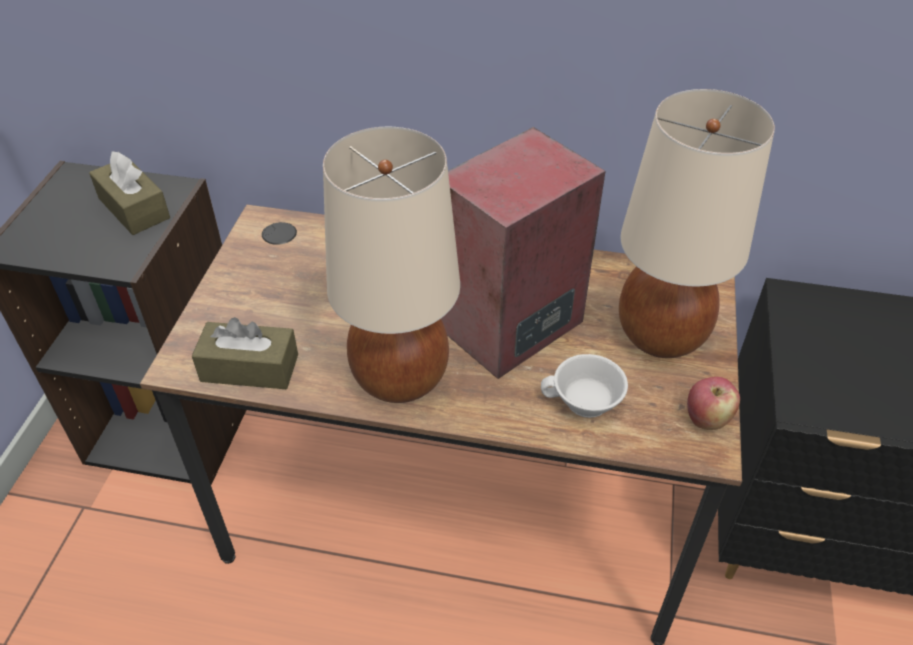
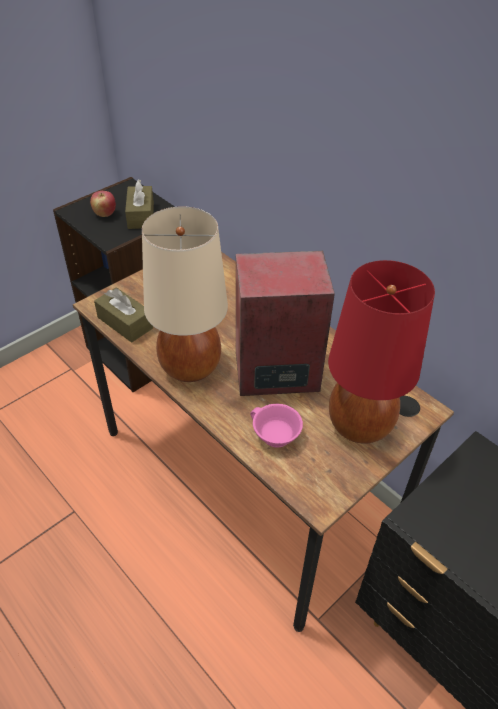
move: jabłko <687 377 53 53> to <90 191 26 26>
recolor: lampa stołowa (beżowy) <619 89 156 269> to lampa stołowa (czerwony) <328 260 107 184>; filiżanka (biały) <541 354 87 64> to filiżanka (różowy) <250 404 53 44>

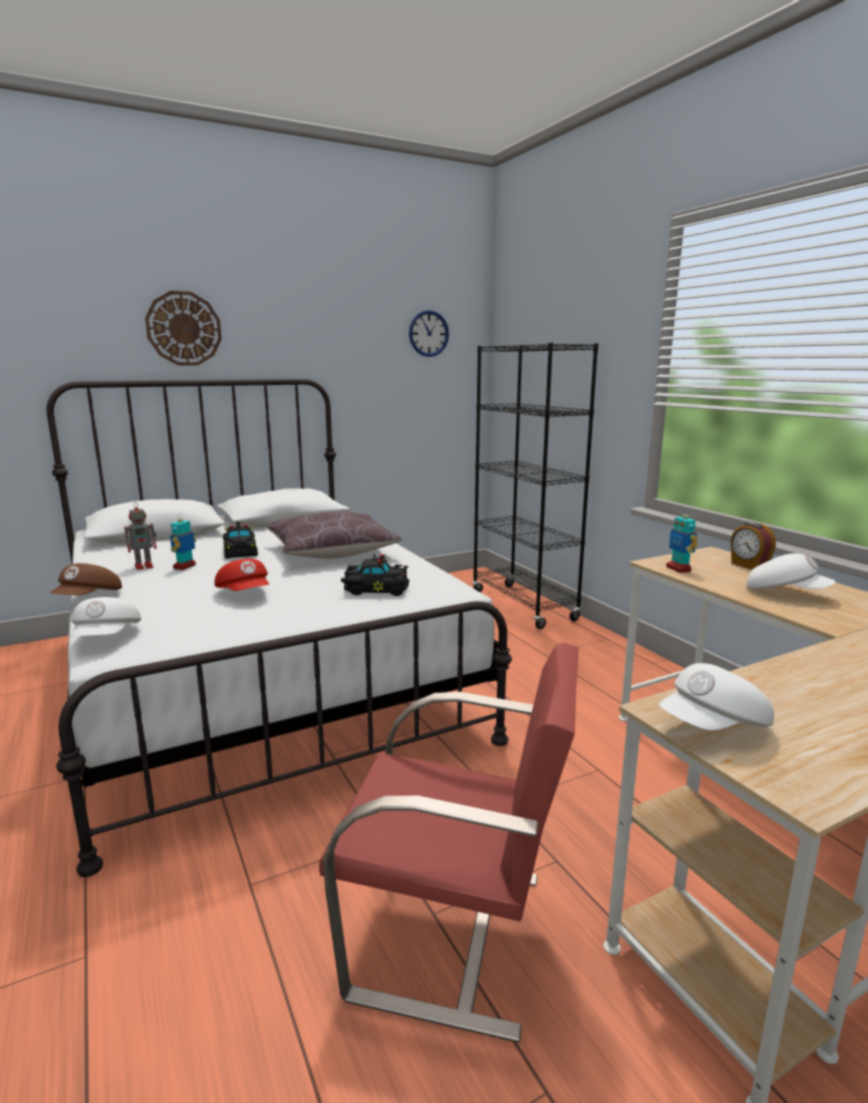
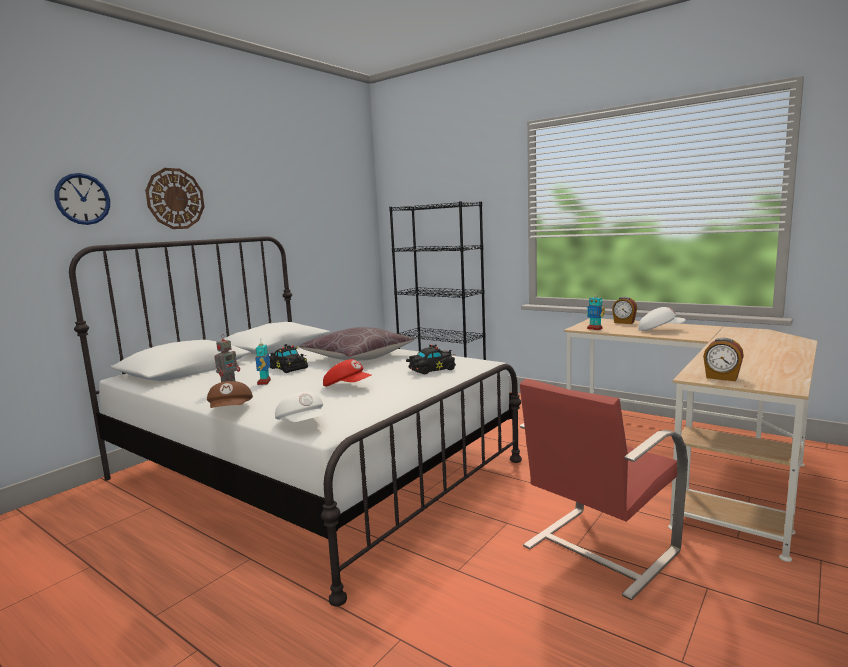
move: zegar ścienny <409 310 40 47> to <54 173 56 52>
replace: czapka z daszkiem (biały) <659 663 115 68> to budzik <703 338 41 44>
rotate: krzesło (czerwony) <319 643 260 400> = <520 379 168 221> 150 degrees clockwise

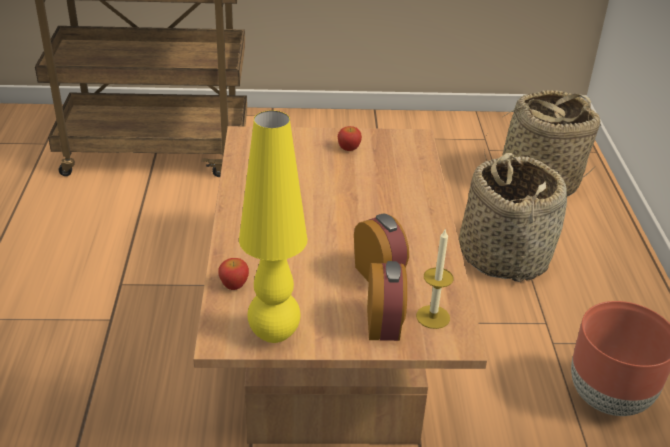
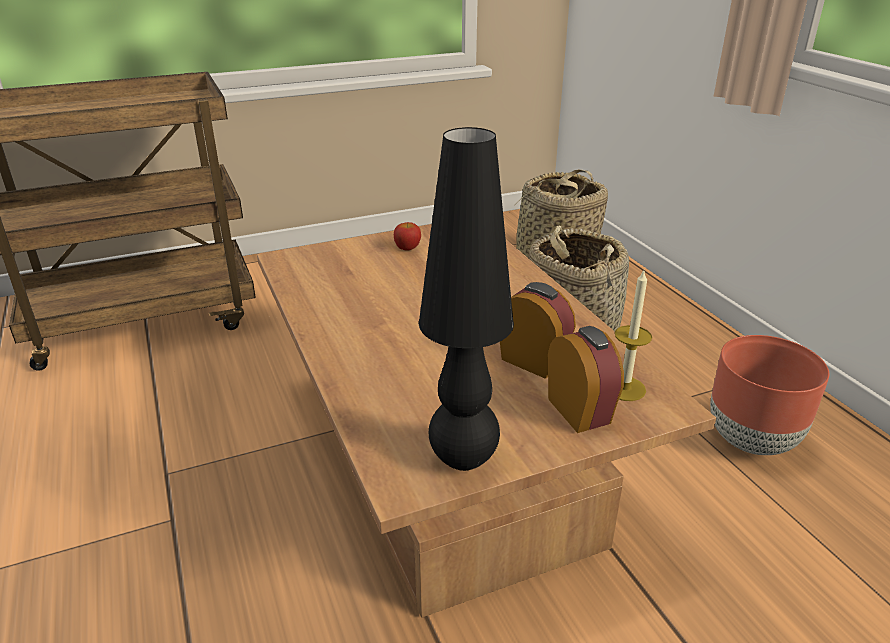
delete: jabłko <218 258 31 32>
recolor: lampa stołowa (żółty) <239 110 69 233> to lampa stołowa (czarny) <419 127 95 344>

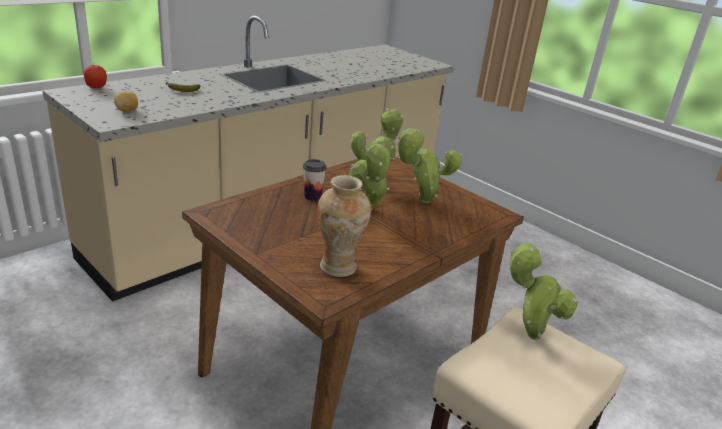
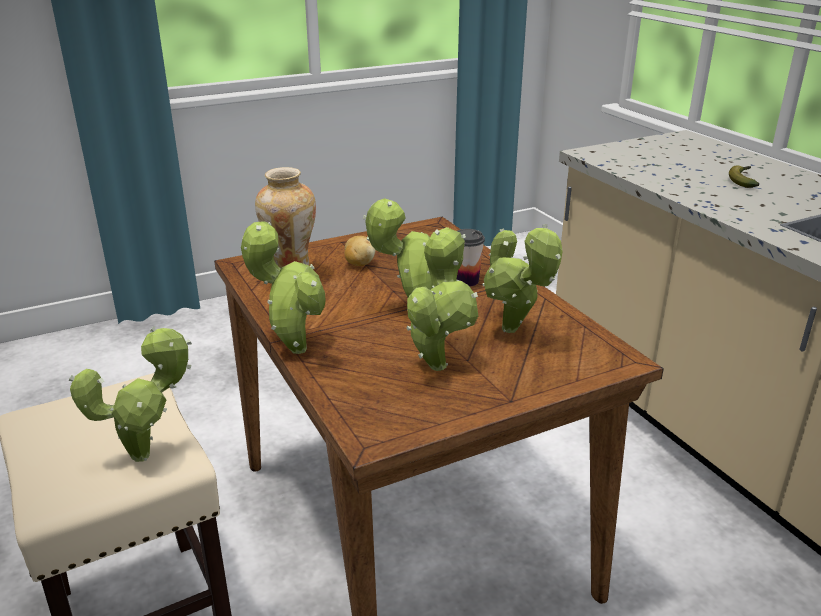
delete: jabłko <84 65 23 23>
insert: roślina doniczkowa <241 221 85 133>
move: ziemniak <114 91 24 21> to <344 236 32 30>

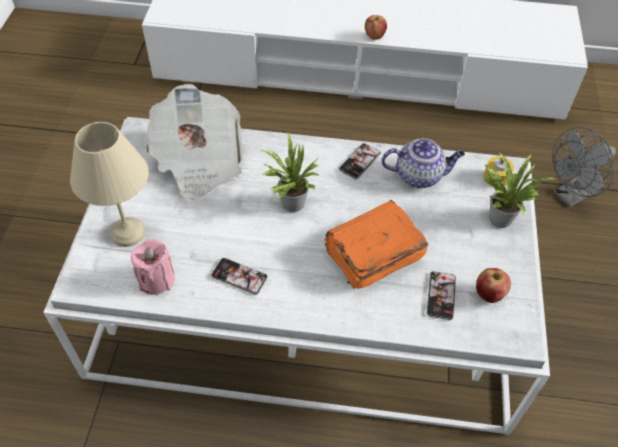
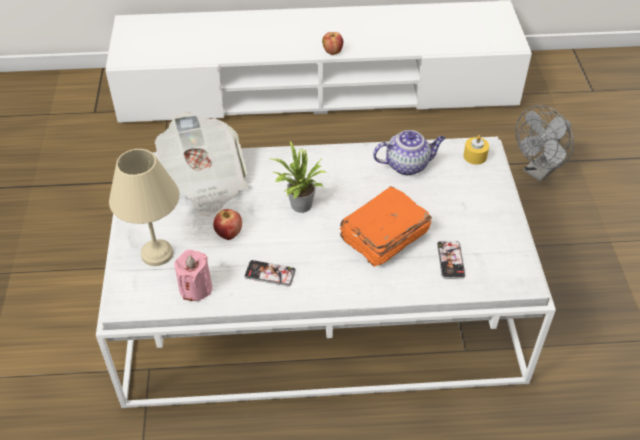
delete: telefon <339 143 42 36>; roślina doniczkowa <483 152 74 76>
move: jabłko <476 268 35 35> to <213 209 29 31>

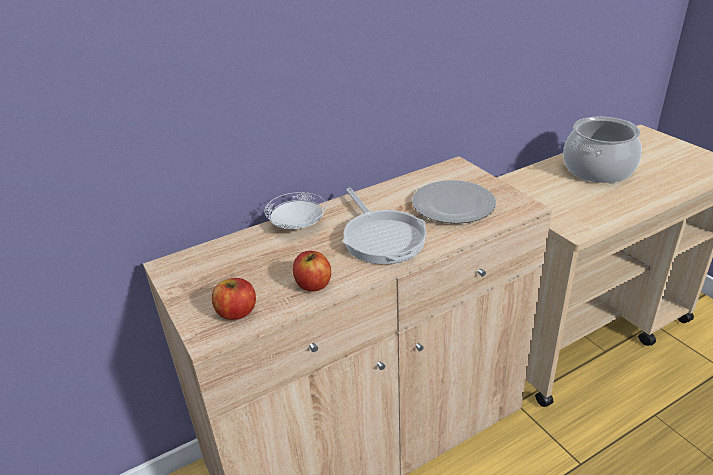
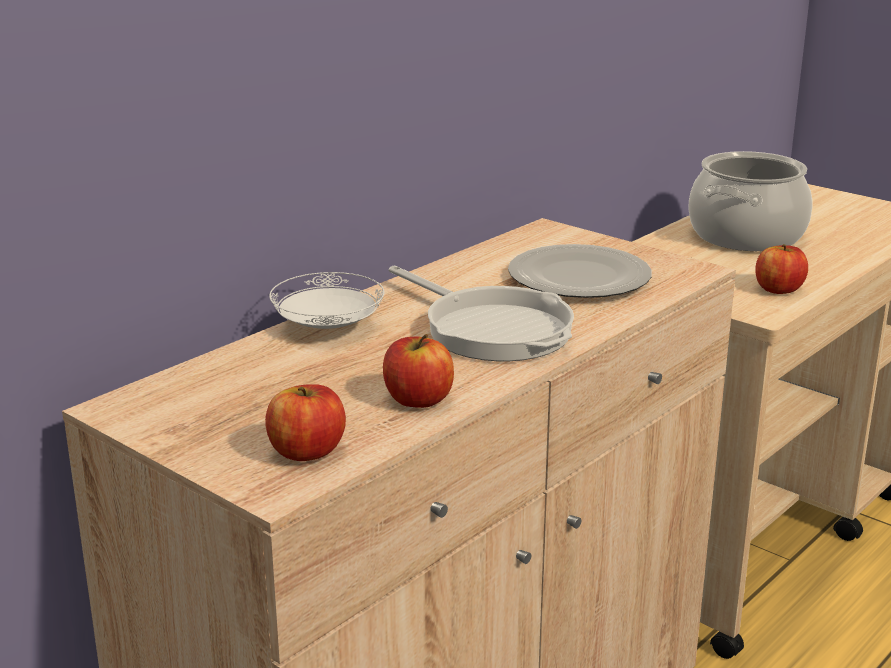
insert: jabłko <755 244 53 50>

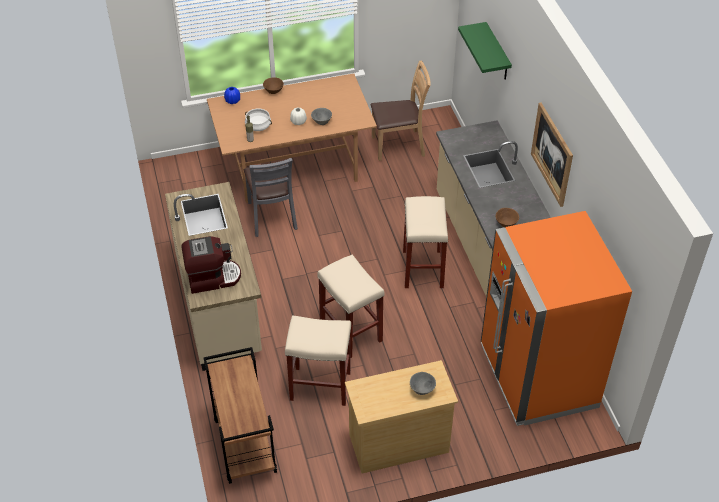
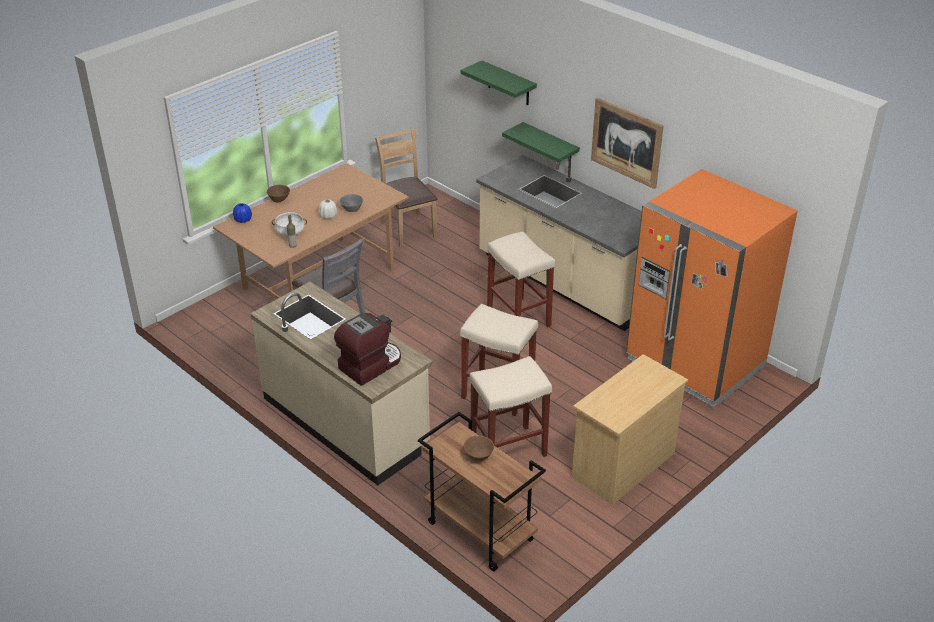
delete: miska (szary) <410 372 26 23>
insert: półka (zielony) <502 122 78 44>
move: miska (brązowy) <496 208 23 19> to <464 436 30 25>
rotate: krzesło (brązowy) <371 61 60 100> = <375 129 62 119> 75 degrees counterclockwise

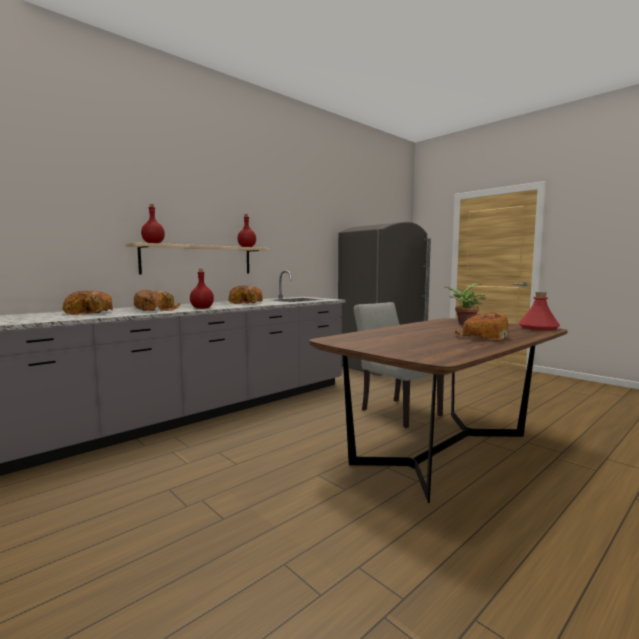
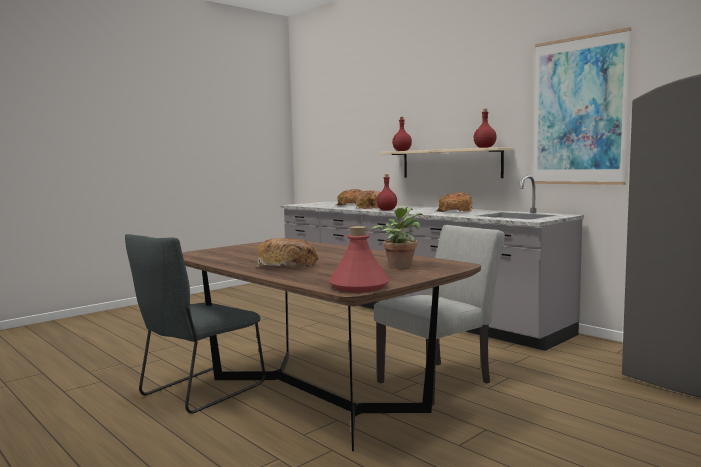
insert: obraz <533 27 98 158>; krzesło (szary) <125 234 141 180>

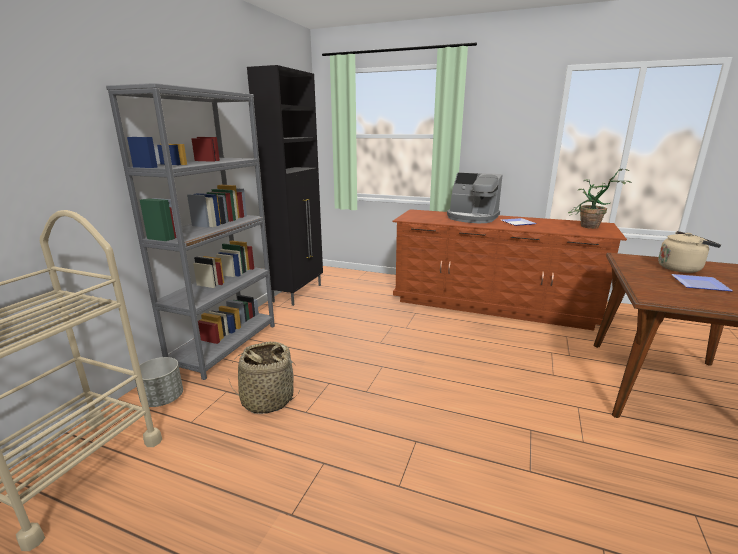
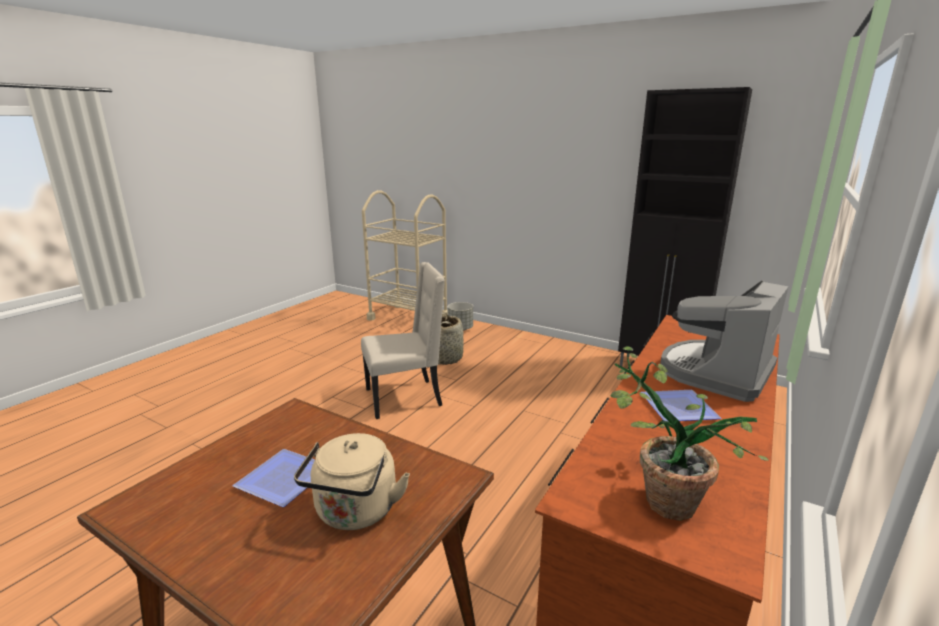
delete: regał (szary) <106 83 169 297>
insert: krzesło (beżowy) <361 262 84 157>

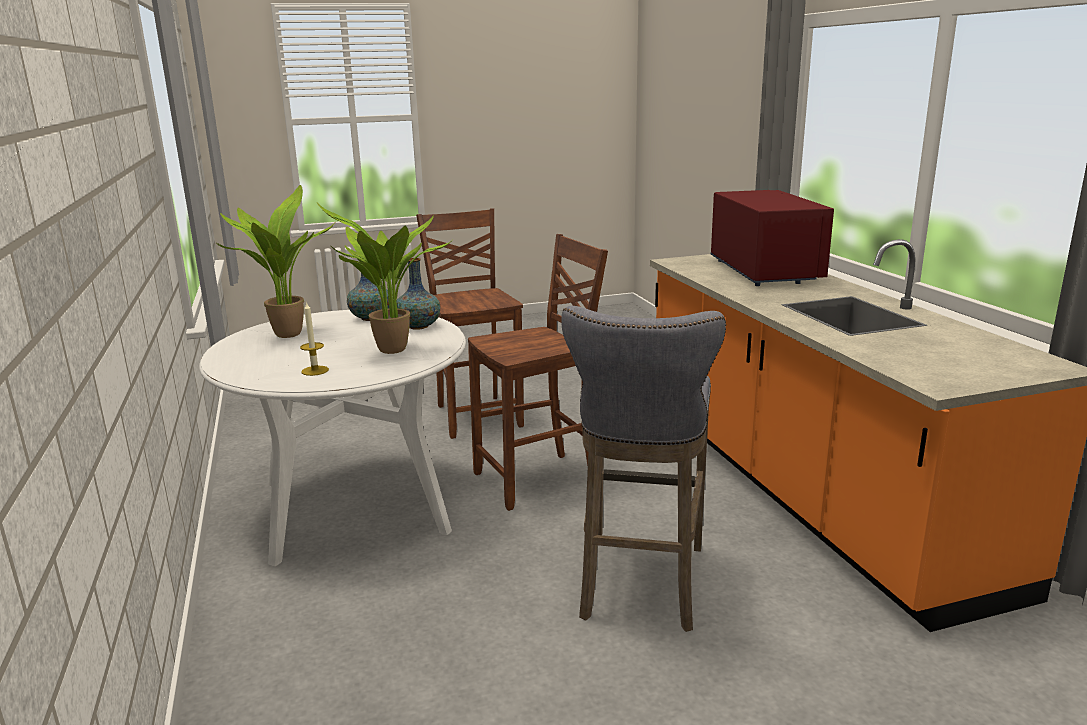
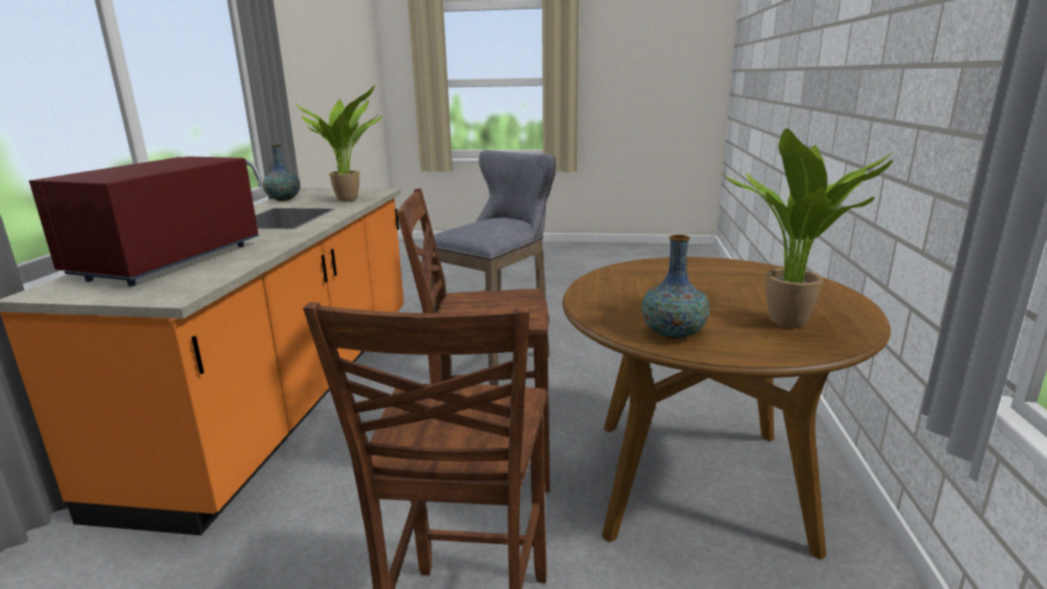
delete: świeca <300 301 29 75>
move: roślina doniczkowa <317 203 133 151> to <296 85 86 117>; wazon <396 258 45 72> to <263 145 37 56>
recolor: stół jadalny (biały) <199 310 267 256> to stół jadalny (brązowy) <562 257 329 303>

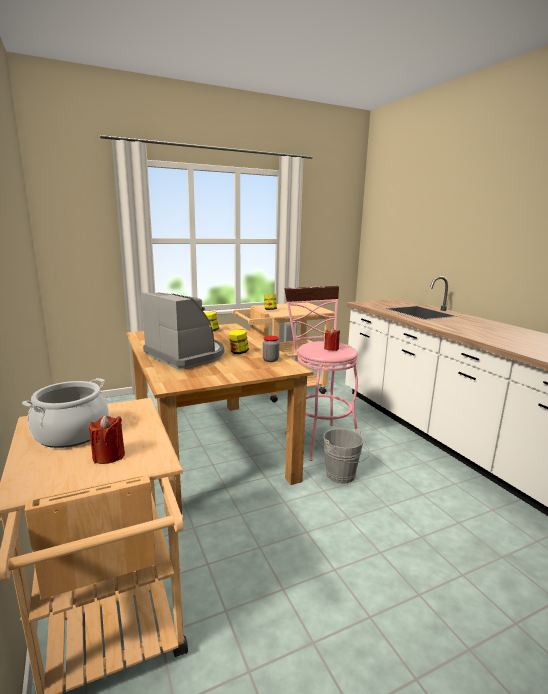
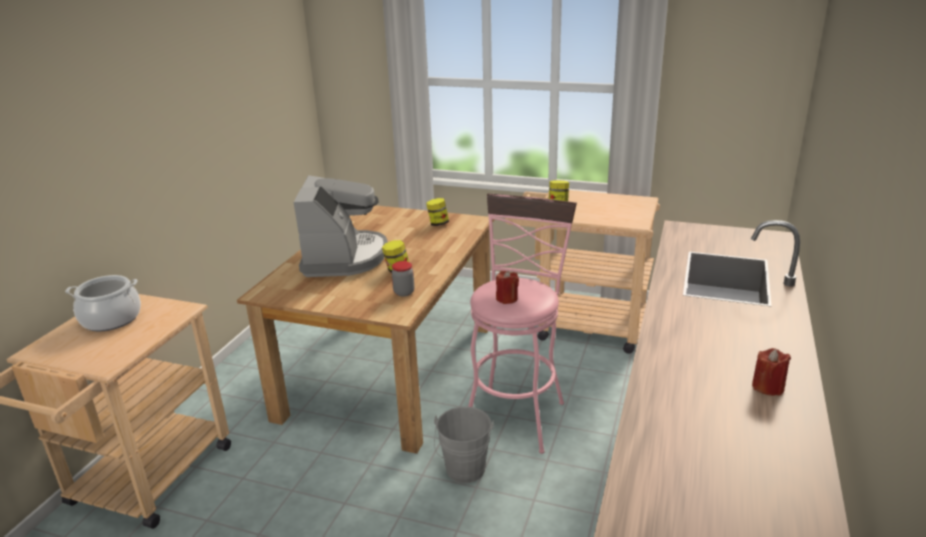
move: świeca (czerwony) <89 415 36 49> to <752 348 39 48>

